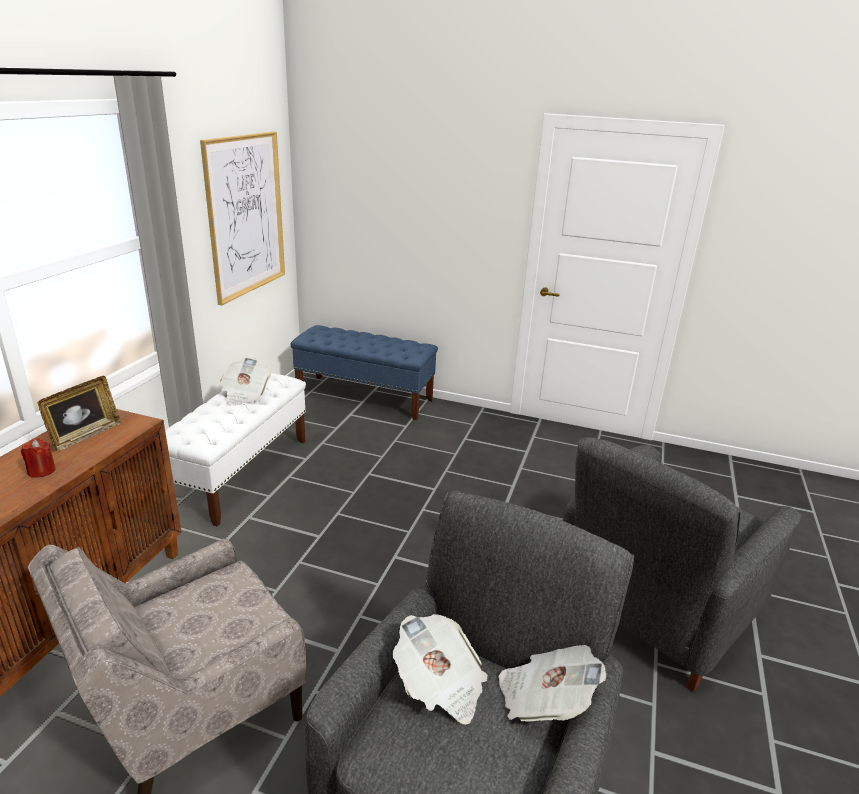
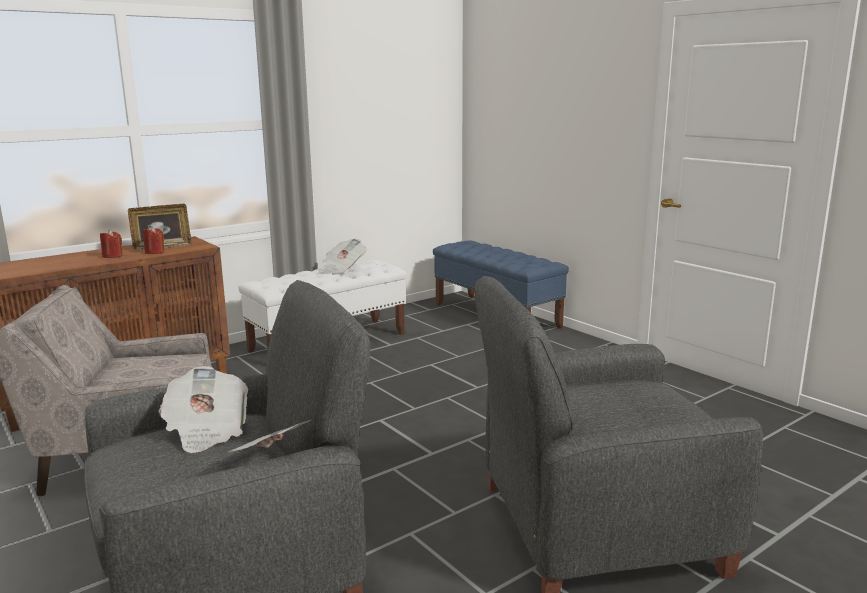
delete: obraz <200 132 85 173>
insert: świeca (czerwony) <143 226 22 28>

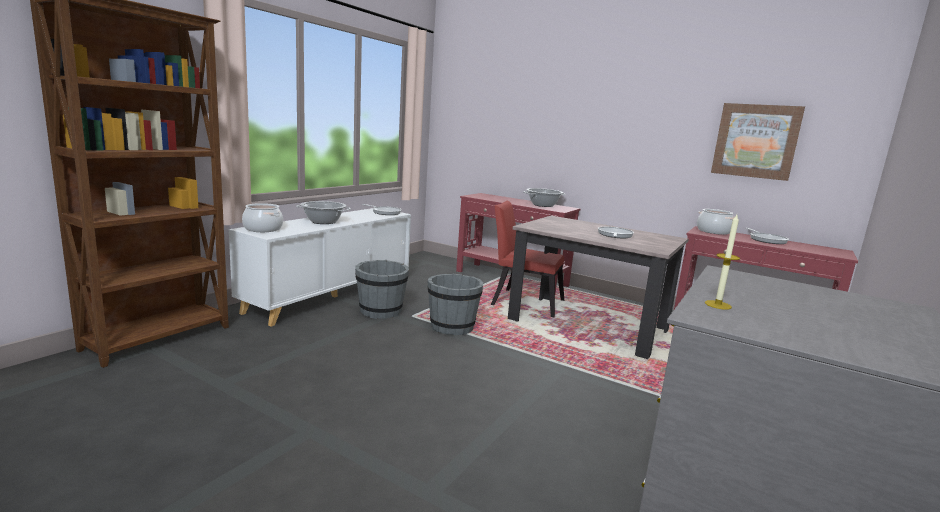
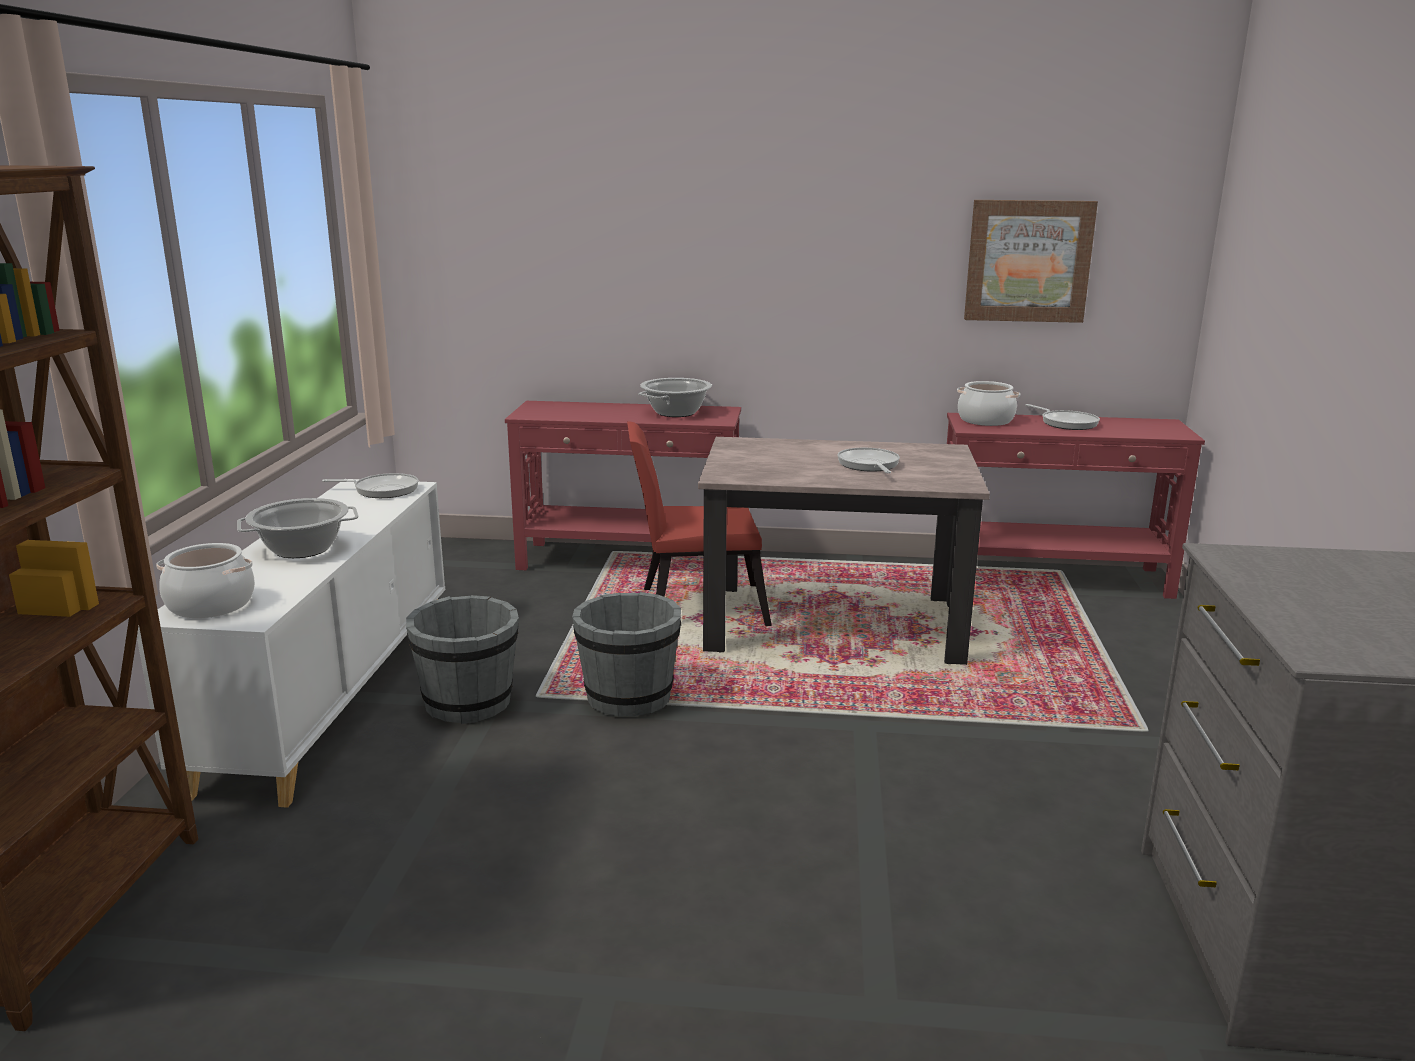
delete: świeca <705 215 35 95>

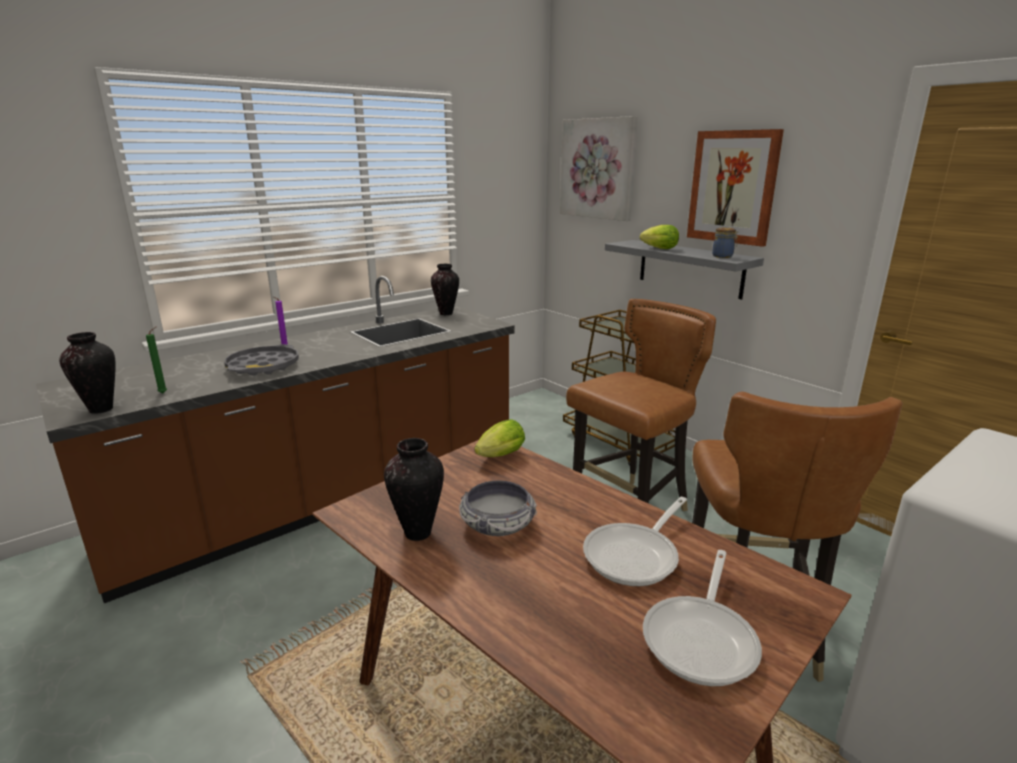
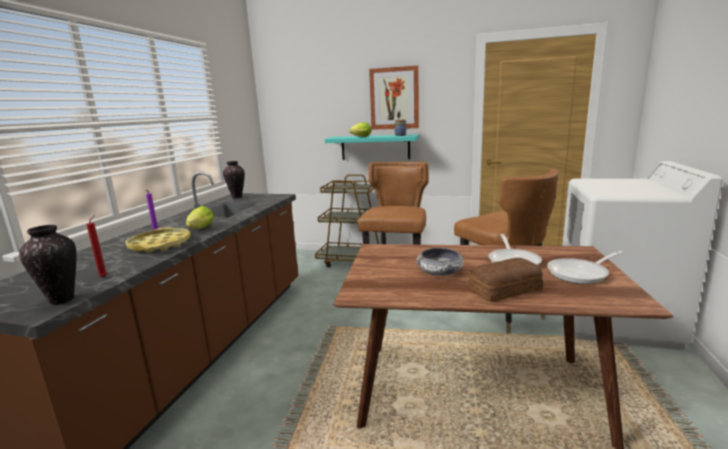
delete: obraz <560 116 78 105>; wazon <384 438 60 103>
insert: chleb <469 258 74 44>
move: sałata <474 419 51 38> to <186 206 28 23>
recolor: półka (szary) <605 240 159 60> to półka (turkusowy) <325 134 94 26>; świeca (zielony) <146 327 21 66> to świeca (czerwony) <86 216 21 62>; taca (szary) <224 344 75 32> to taca (żółty) <125 227 66 25>
rotate: patelnia <643 550 119 136> = <547 251 76 33> 75 degrees clockwise

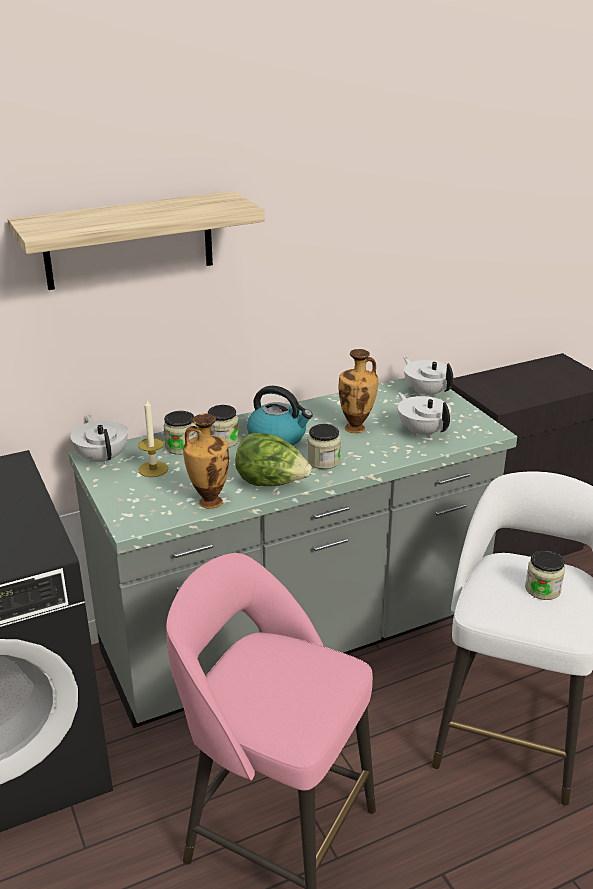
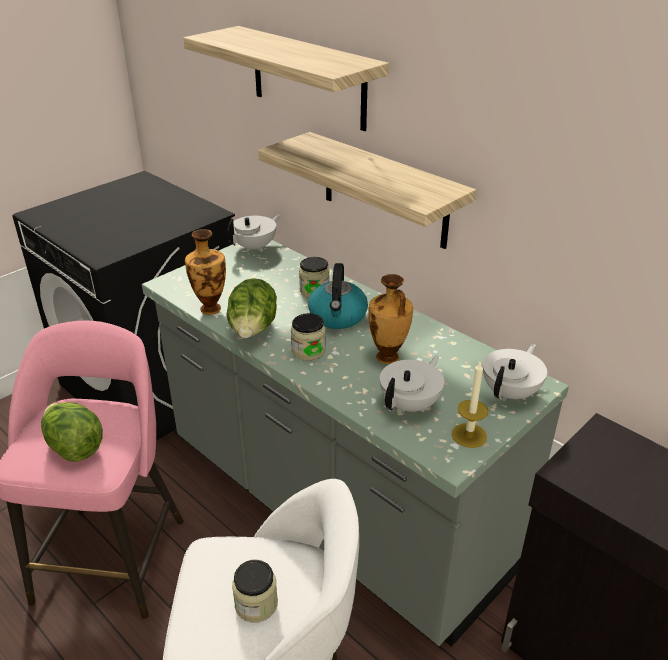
delete: słoik <163 411 34 44>
insert: półka <258 132 218 117>; sałata <41 402 62 60>
move: świeca <138 399 30 78> to <452 362 37 86>

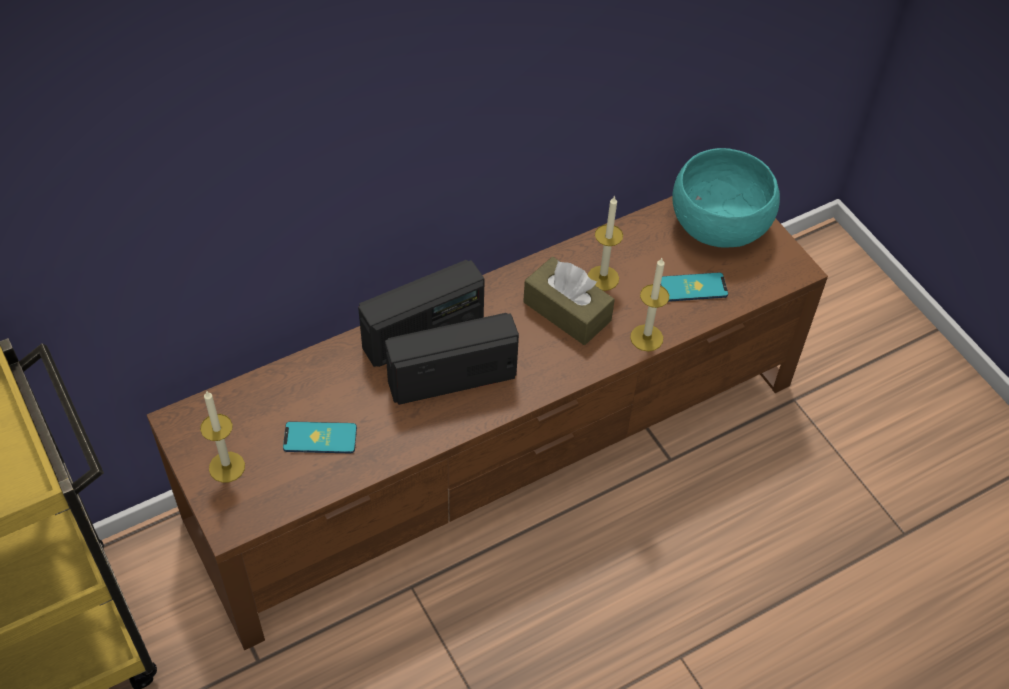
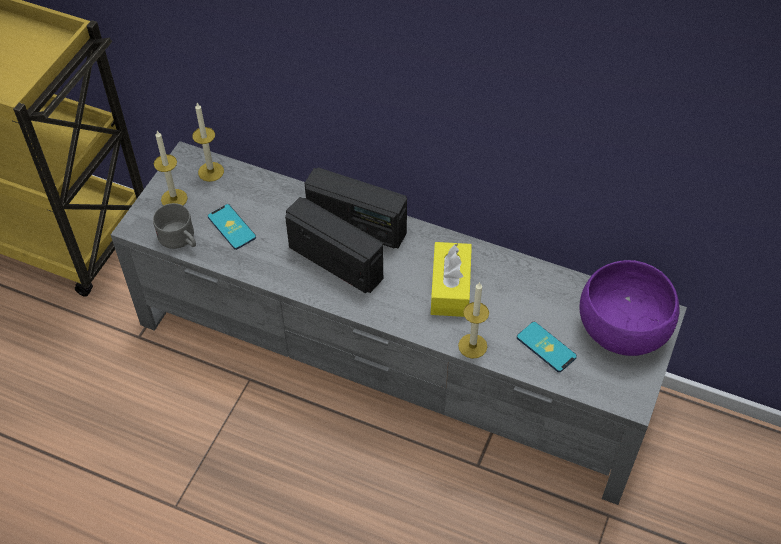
insert: kubek (szary) <153 203 43 46>
move: świeca <588 195 35 96> to <193 103 31 79>
recolor: miska (turkusowy) <672 148 108 100> to miska (fioletowy) <580 260 99 96>; szafka pod telewizor (brązowy) <147 196 681 454> to szafka pod telewizor (szary) <111 141 576 364>; pudełko chusteczek (brązowy) <523 257 92 88> to pudełko chusteczek (żółty) <431 242 41 75>

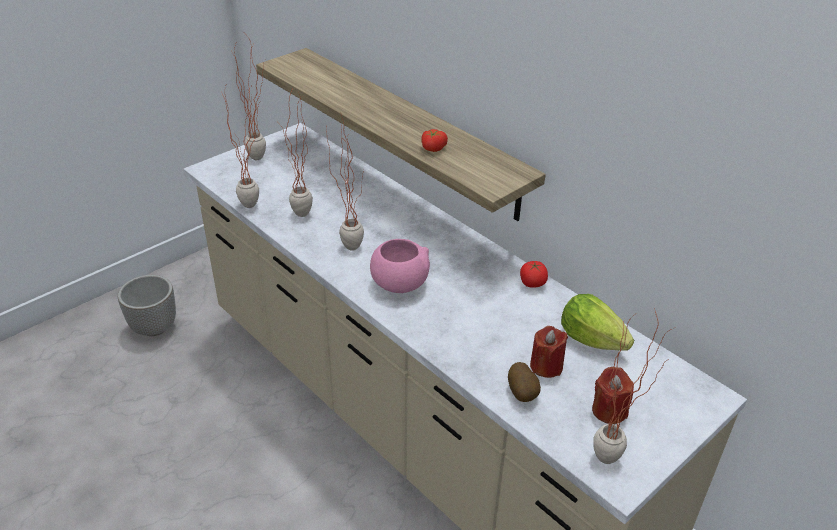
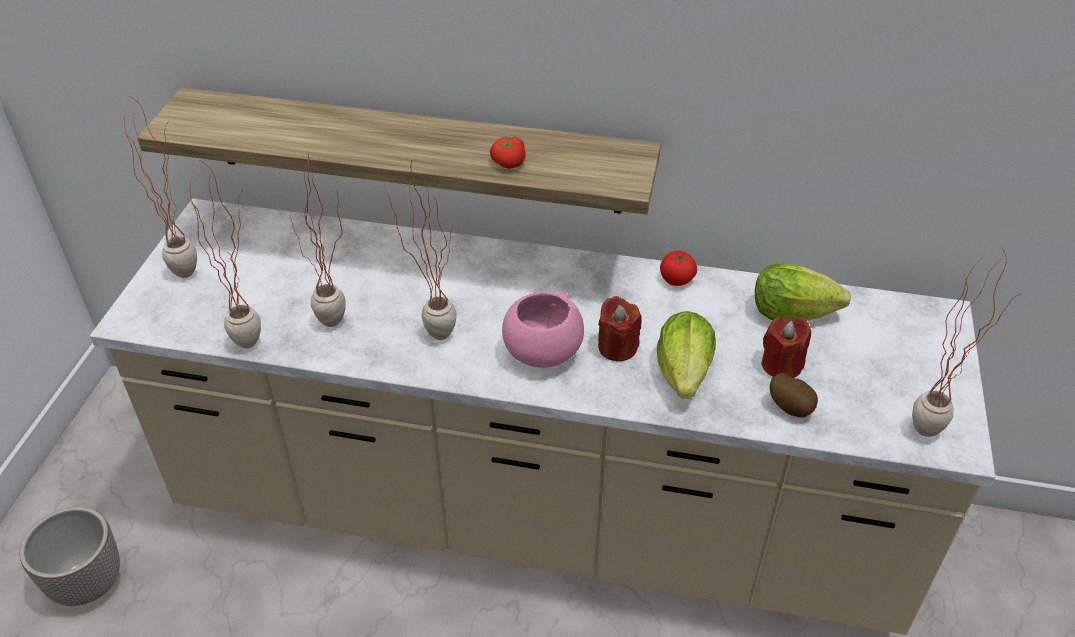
insert: sałata <657 311 59 88>
move: świeca (czerwony) <592 367 42 57> to <598 296 44 65>

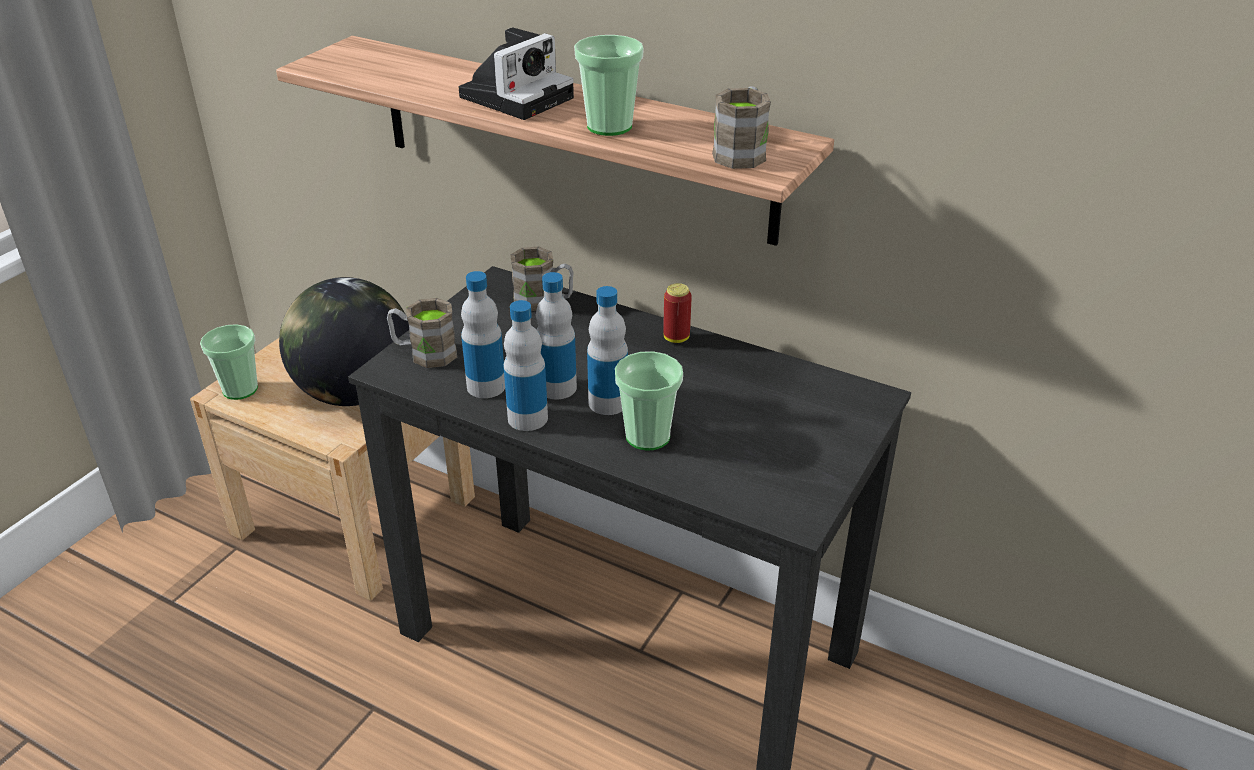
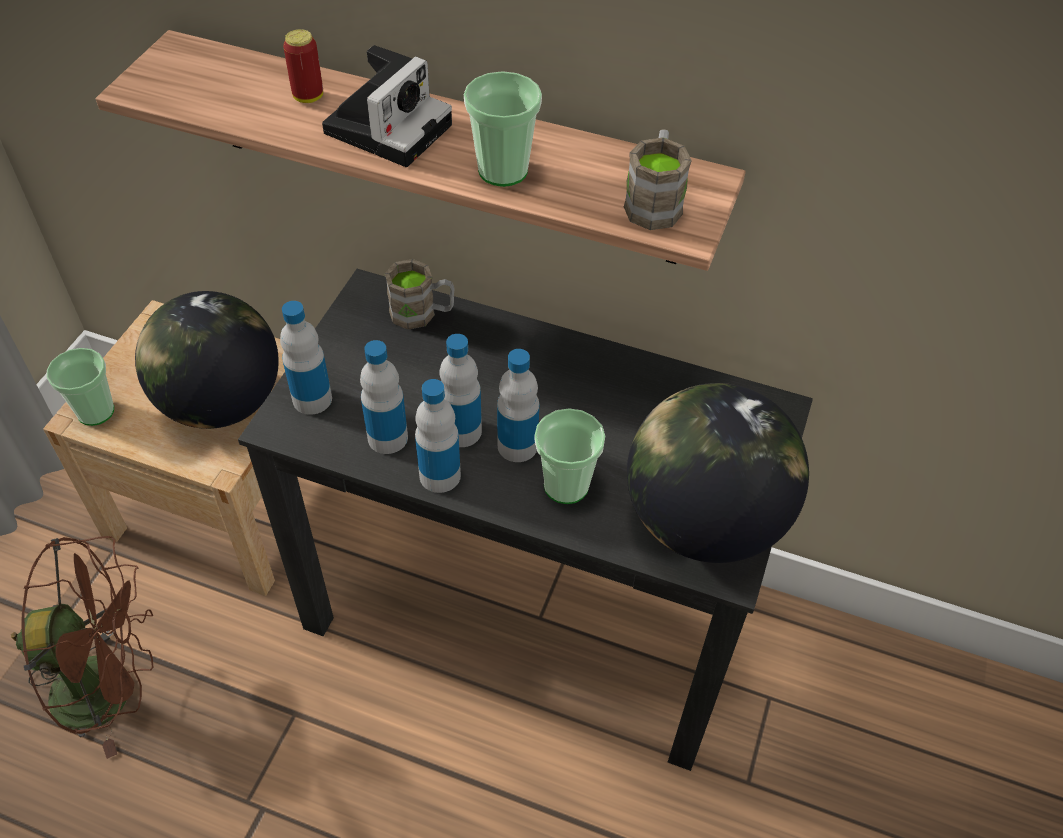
insert: globus <627 383 182 180>; wentylator (brązowy) <11 536 142 223>
move: puszka <663 283 29 60> to <283 29 40 74>
replace: kubek (brązowy) <387 298 70 70> to butelka <280 301 52 114>

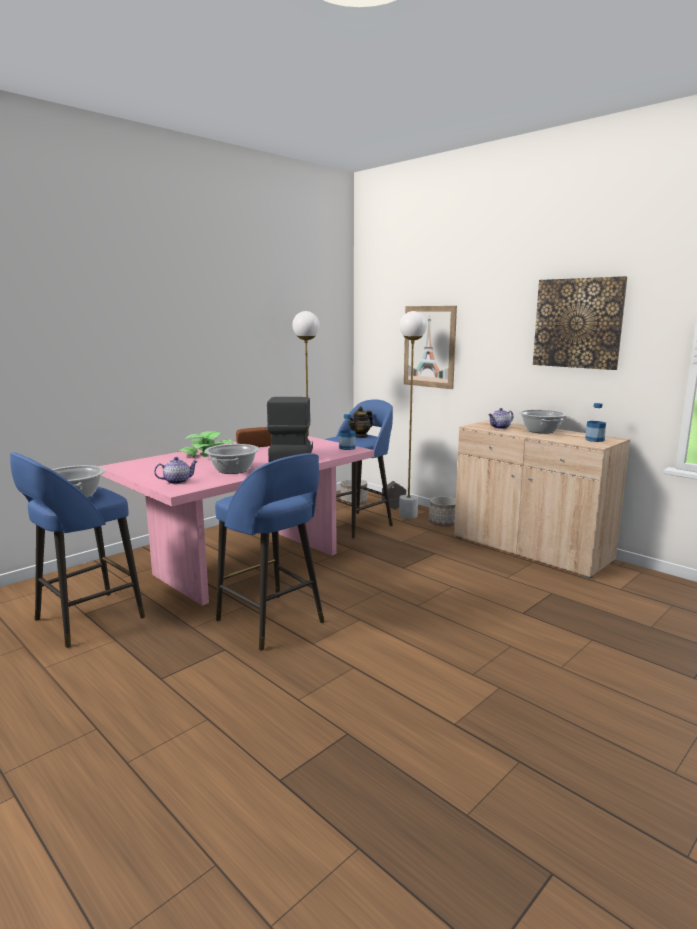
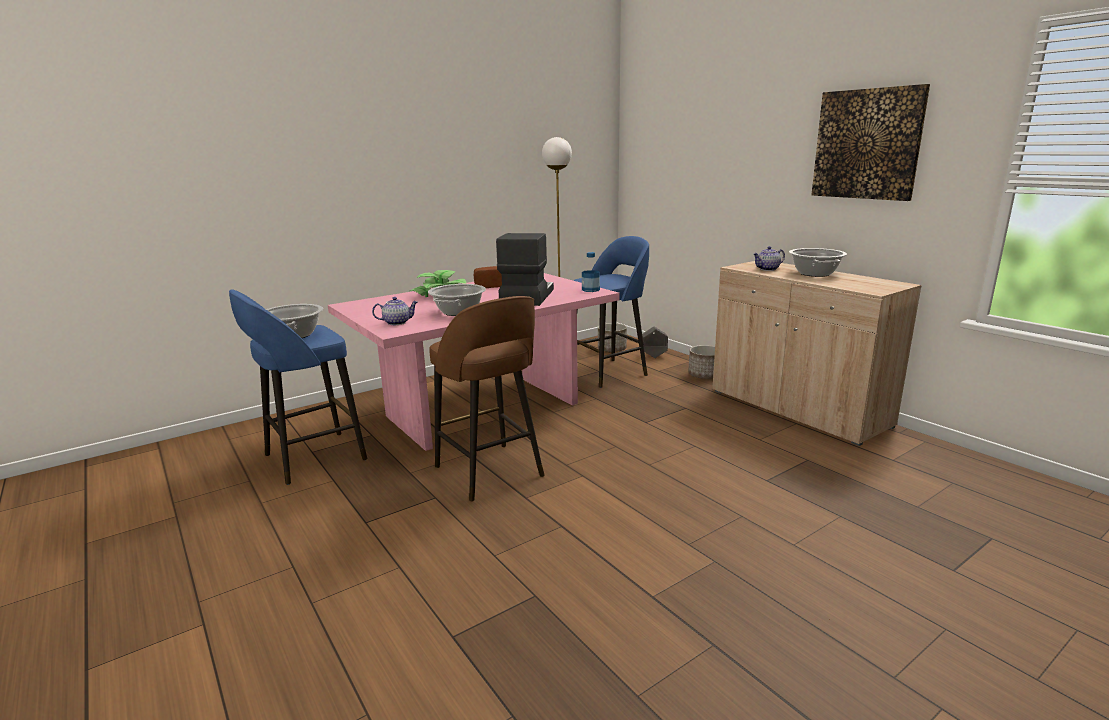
delete: obraz <404 306 53 83>; lampa stojąca (biały) <399 311 28 208>; butelka <585 403 21 39>; imbryk <349 406 24 32>
recolor: stołek (niebieski) <215 453 110 198> to stołek (brązowy) <429 296 115 206>

